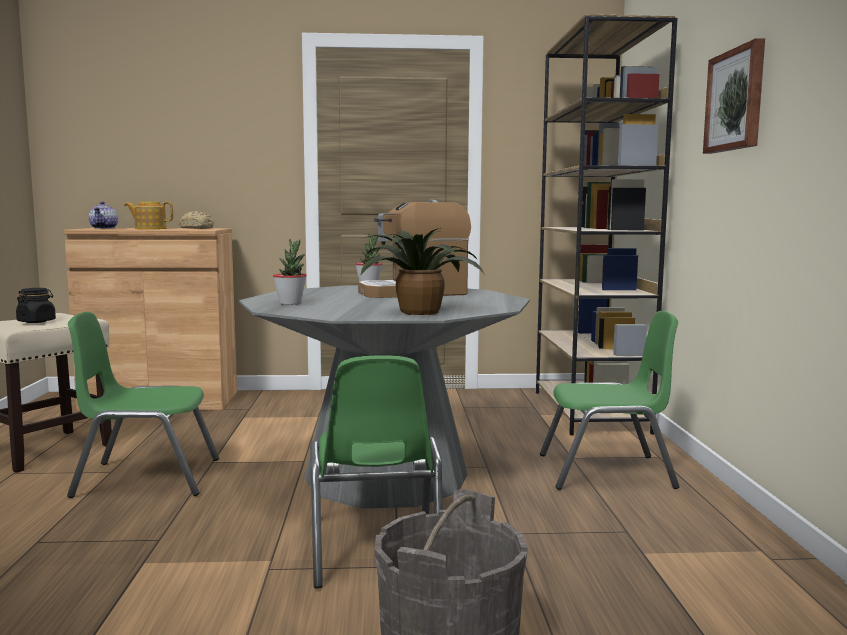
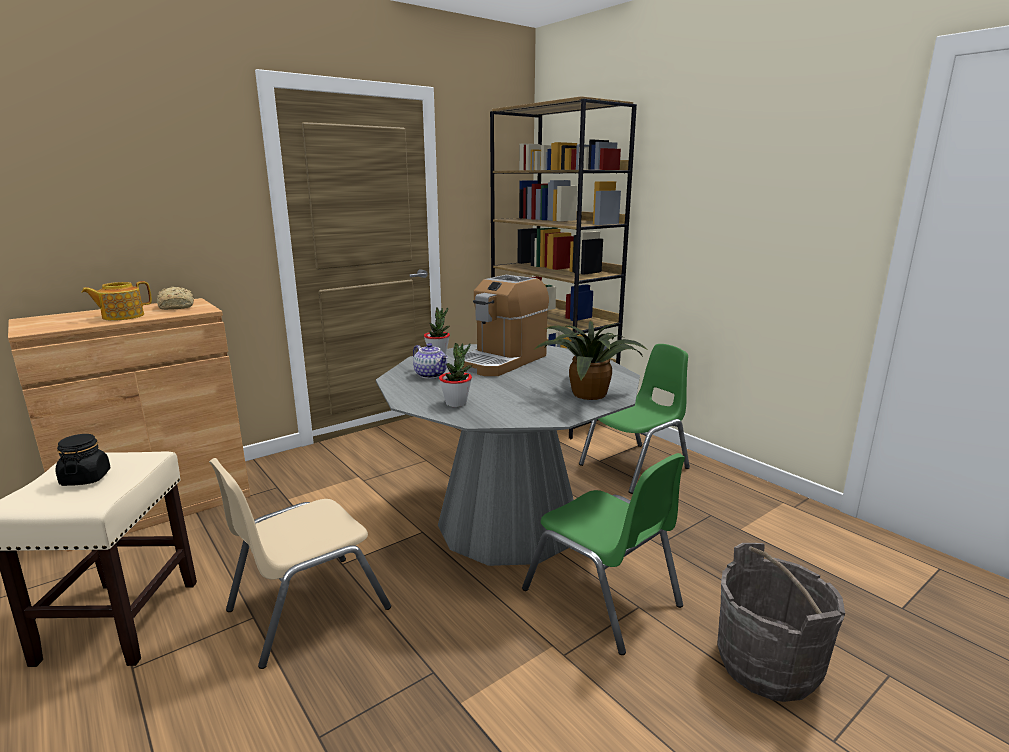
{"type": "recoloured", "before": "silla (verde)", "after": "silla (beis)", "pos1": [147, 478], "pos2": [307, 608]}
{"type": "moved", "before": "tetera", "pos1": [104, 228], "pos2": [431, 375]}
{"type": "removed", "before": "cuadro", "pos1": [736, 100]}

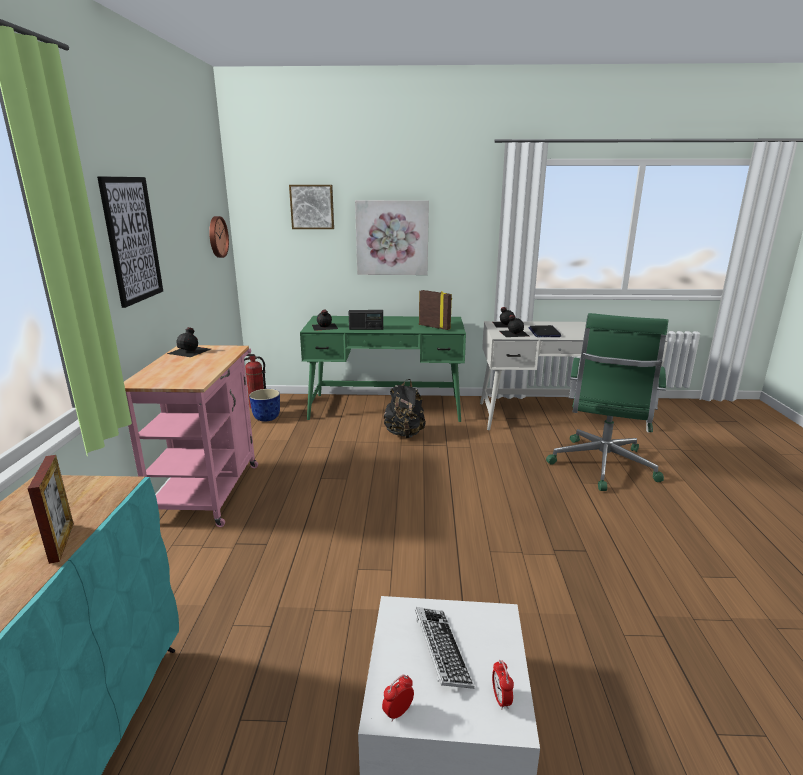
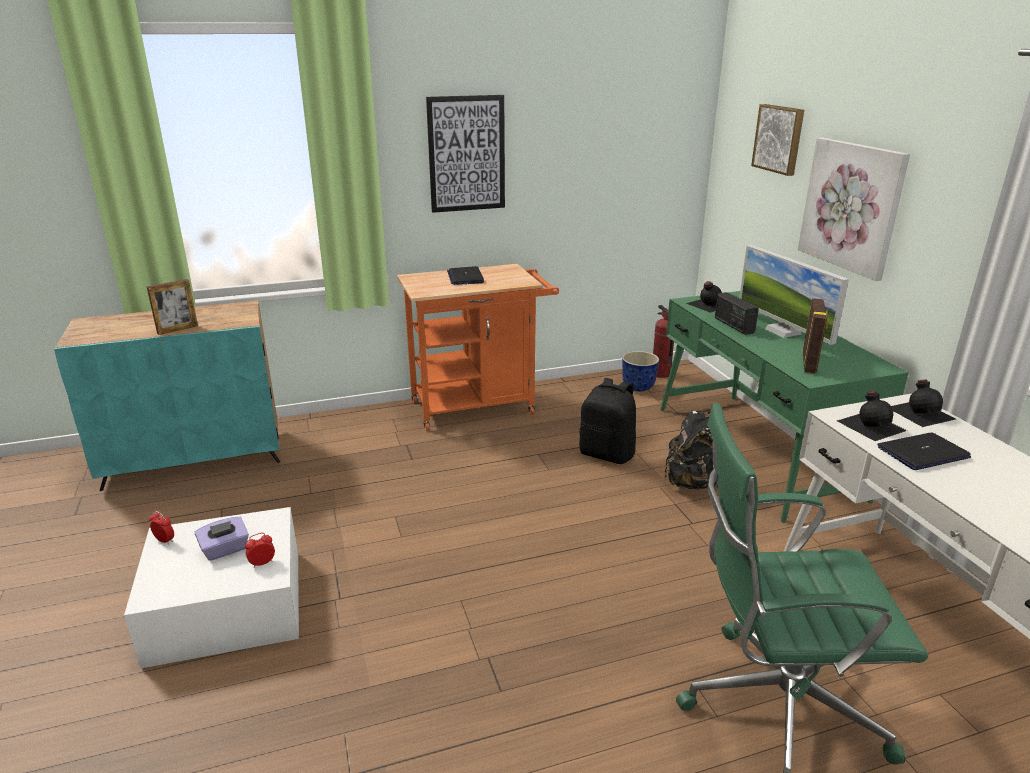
{"type": "recoloured", "before": "carrito (rosa)", "after": "carrito (naranja)", "pos1": [210, 489], "pos2": [480, 406]}
{"type": "removed", "before": "botella (negro)", "pos1": [190, 351]}
{"type": "removed", "before": "reloj de pared", "pos1": [217, 237]}
{"type": "replaced", "before": "teclado", "after": "caja de pañuelos (morado)", "pos1": [441, 651], "pos2": [225, 550]}
{"type": "moved", "before": "despertador", "pos1": [501, 699], "pos2": [262, 563]}
{"type": "added", "after": "portátil", "pos2": [465, 277]}
{"type": "added", "after": "mochila (negro)", "pos2": [607, 454]}
{"type": "added", "after": "monitor", "pos2": [783, 331]}

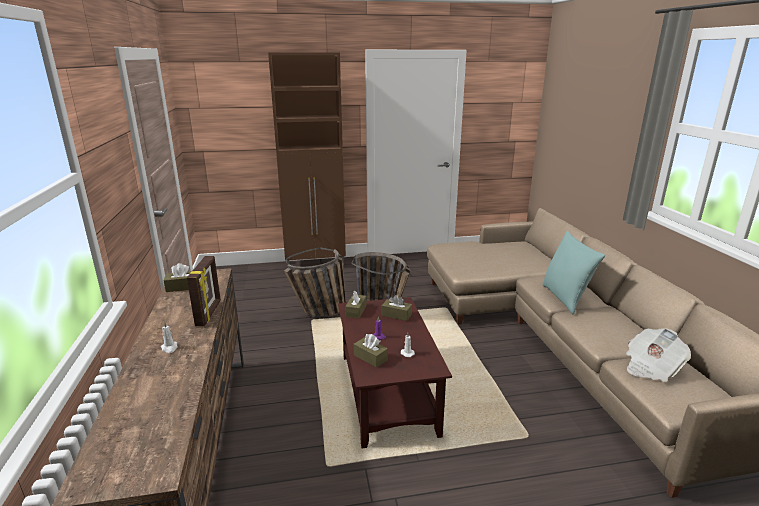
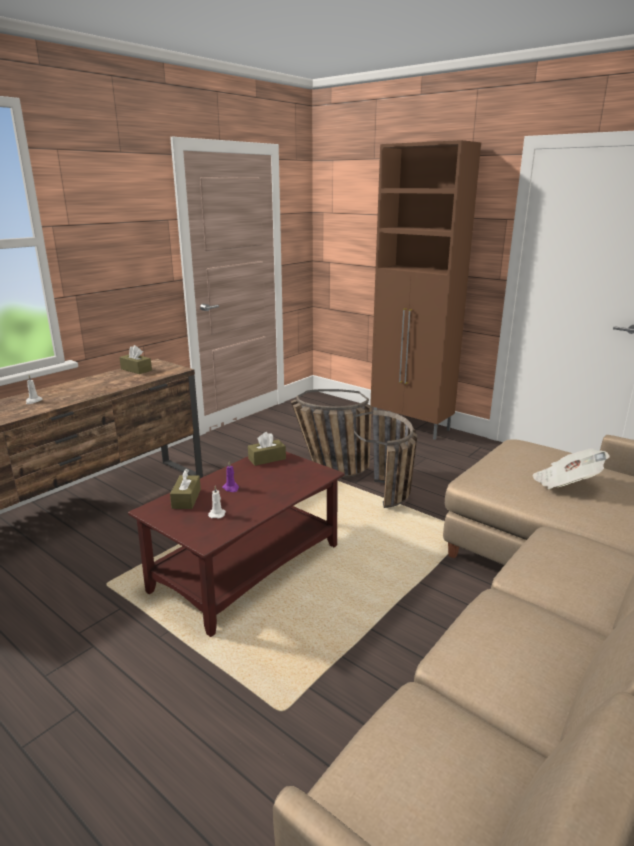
{"type": "removed", "before": "portarretratos", "pos1": [209, 313]}
{"type": "removed", "before": "caja de pañuelos (marrón)", "pos1": [396, 315]}
{"type": "removed", "before": "cojín (turquesa)", "pos1": [565, 298]}
{"type": "moved", "before": "periódico", "pos1": [651, 367], "pos2": [566, 483]}

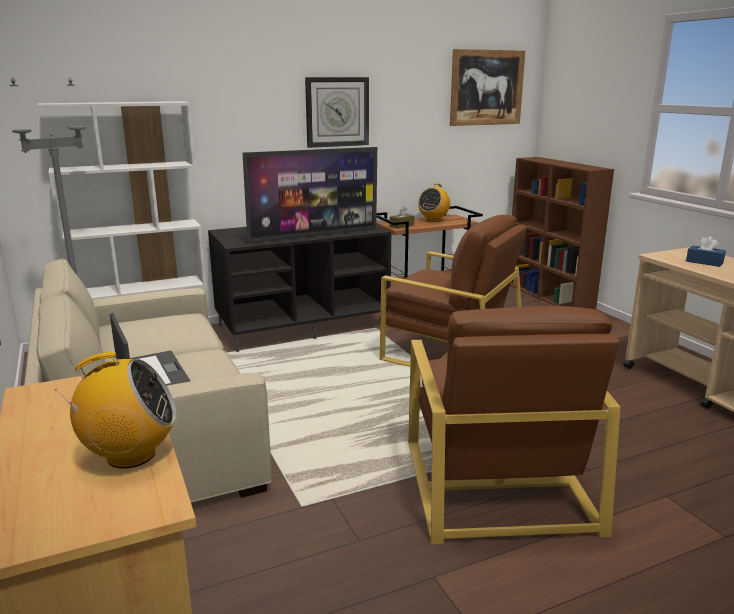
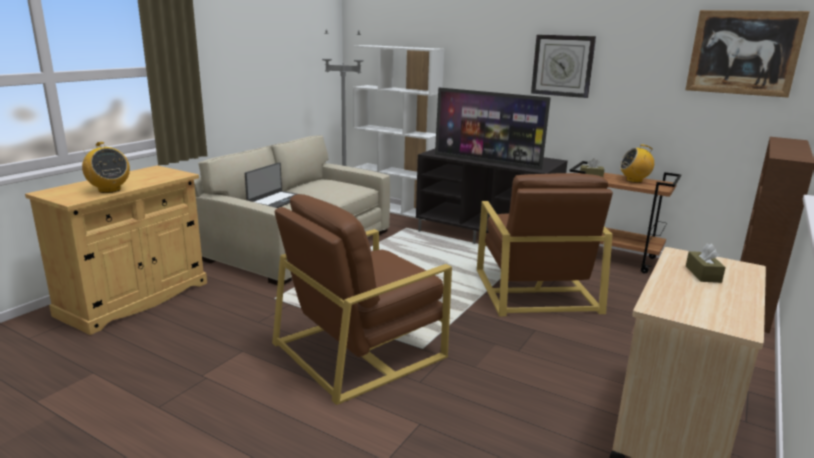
{"type": "recoloured", "before": "caja de pañuelos (azul)", "after": "caja de pañuelos (marrón)", "pos1": [704, 262], "pos2": [703, 274]}

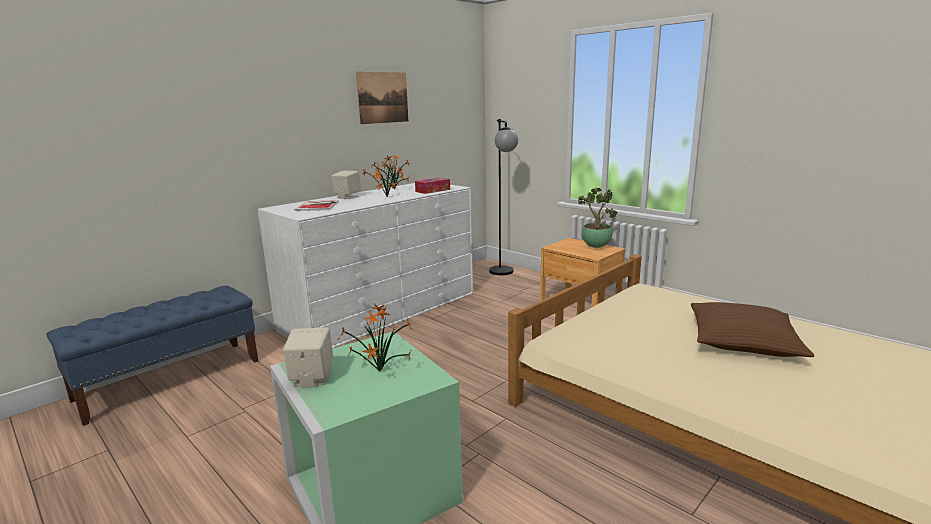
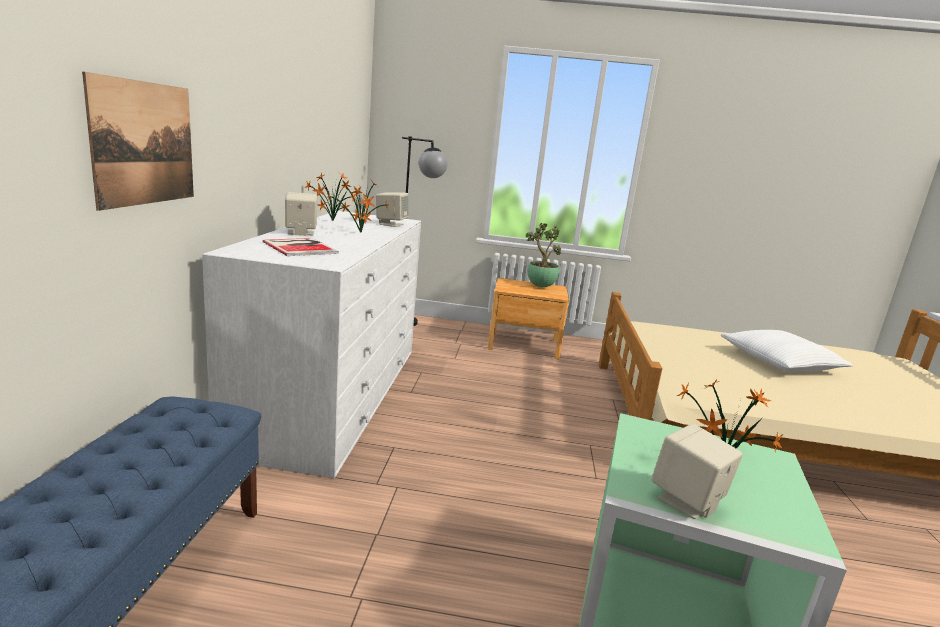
{"type": "moved", "before": "cuadro", "pos1": [383, 97], "pos2": [145, 143]}
{"type": "replaced", "before": "caja de pañuelos", "after": "altavoz (beis)", "pos1": [432, 190], "pos2": [391, 224]}
{"type": "recoloured", "before": "cojín (marrón)", "after": "cojín (blanco)", "pos1": [743, 341], "pos2": [780, 362]}

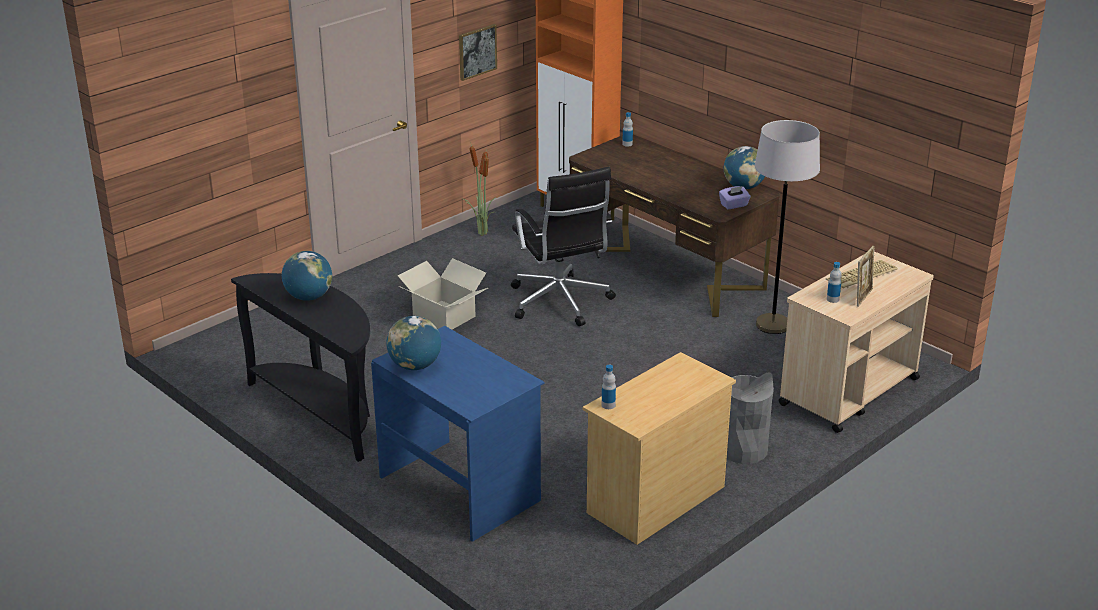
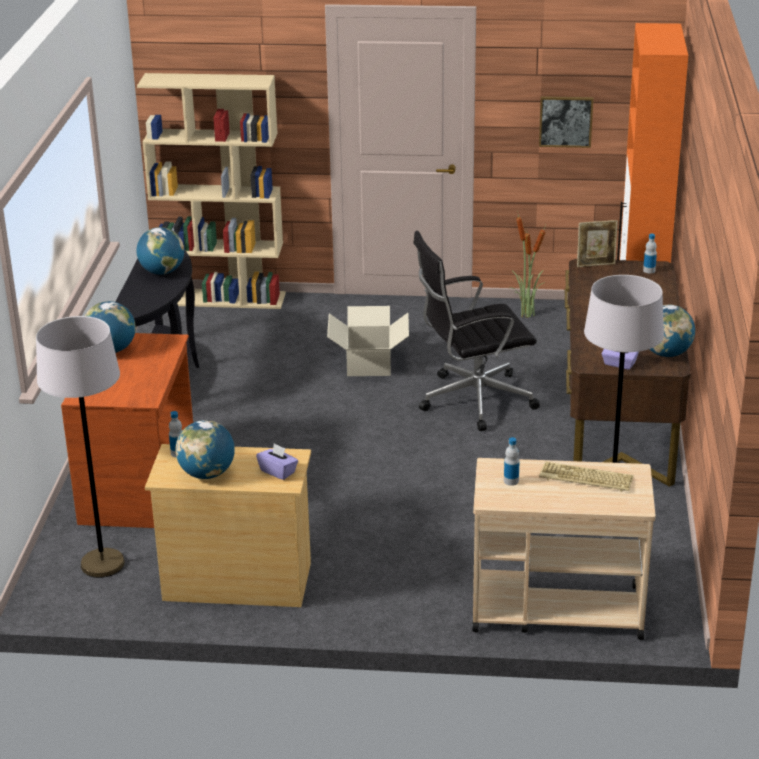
{"type": "recoloured", "before": "escritorio (azul)", "after": "escritorio (marrón)", "pos1": [461, 488], "pos2": [140, 487]}
{"type": "turned", "before": "silla de oficina (negro)", "pos1": [560, 303], "pos2": [473, 400], "turn": 45}
{"type": "removed", "before": "papelera (gris)", "pos1": [743, 449]}
{"type": "moved", "before": "portarretratos", "pos1": [863, 297], "pos2": [596, 264]}
{"type": "added", "after": "lámpara de pie (gris)", "pos2": [102, 564]}
{"type": "added", "after": "estantería (beis)", "pos2": [223, 299]}
{"type": "added", "after": "globo terráqueo", "pos2": [207, 474]}
{"type": "added", "after": "caja de pañuelos (morado)", "pos2": [278, 471]}

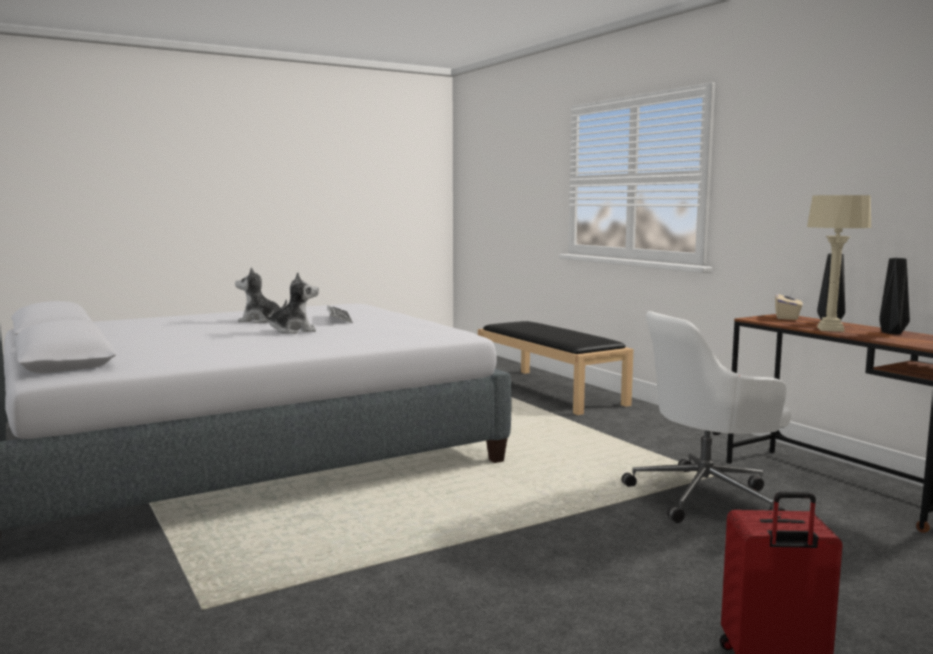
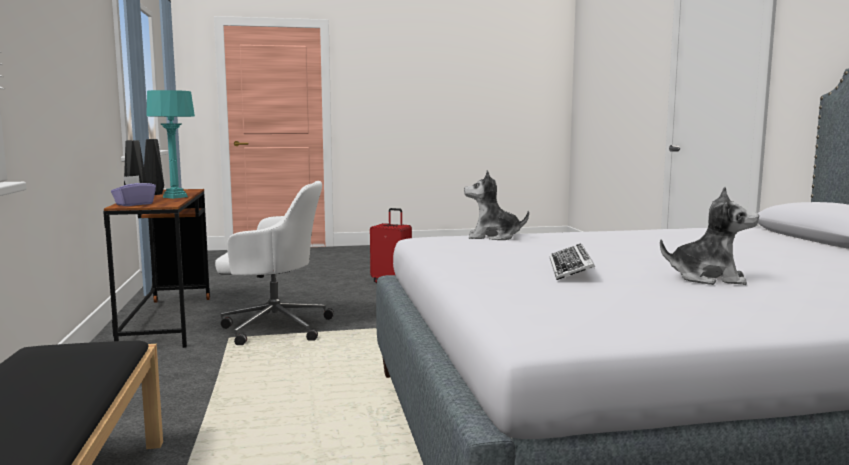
{"type": "moved", "before": "peluche", "pos1": [294, 331], "pos2": [493, 237]}
{"type": "recoloured", "before": "caja de pañuelos (beis)", "after": "caja de pañuelos (morado)", "pos1": [787, 317], "pos2": [134, 204]}
{"type": "recoloured", "before": "lámpara de mesa (beis)", "after": "lámpara de mesa (turquesa)", "pos1": [830, 329], "pos2": [175, 197]}

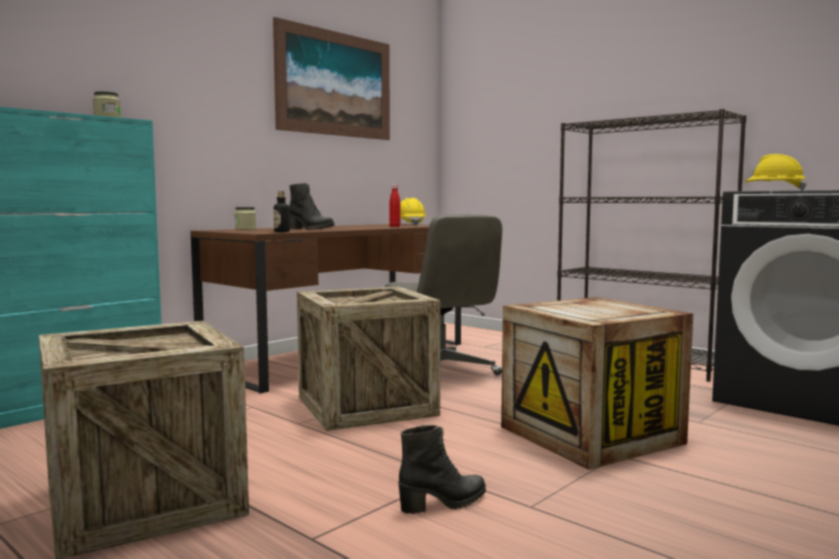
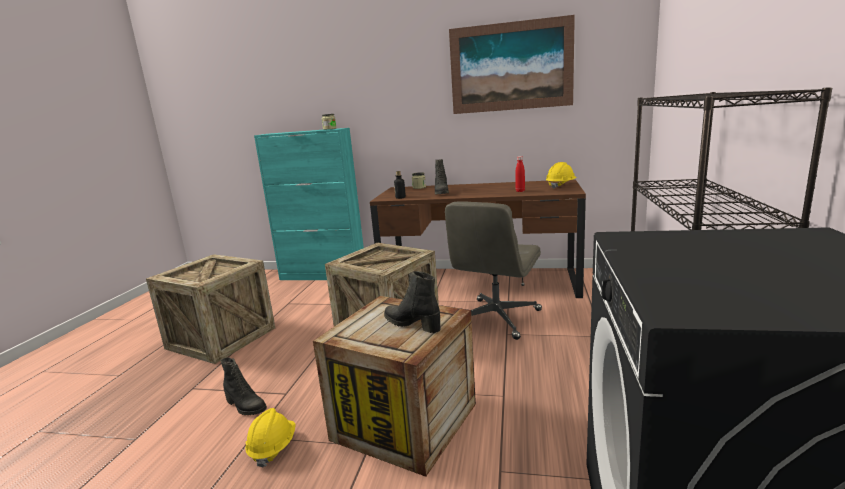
{"type": "moved", "before": "casco (amarillo)", "pos1": [773, 191], "pos2": [272, 447]}
{"type": "added", "after": "bota (negro)", "pos2": [412, 324]}

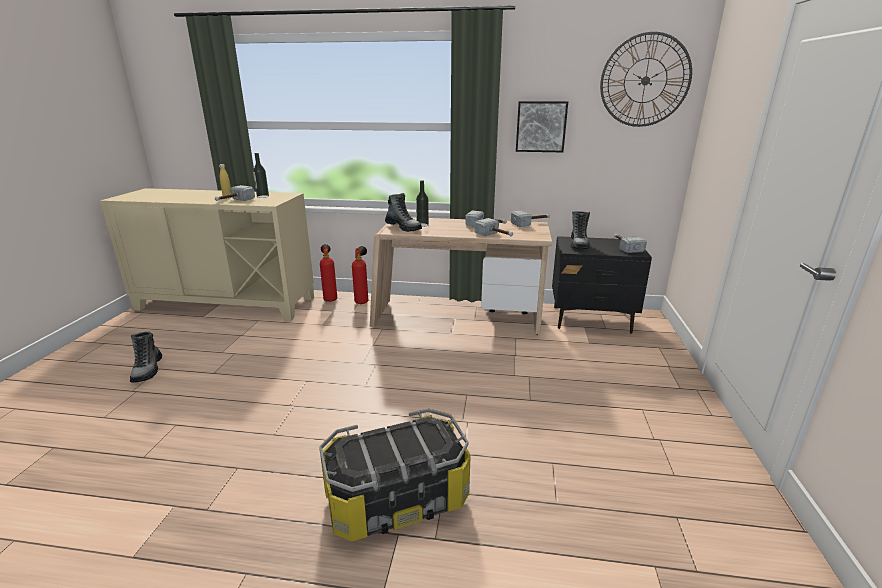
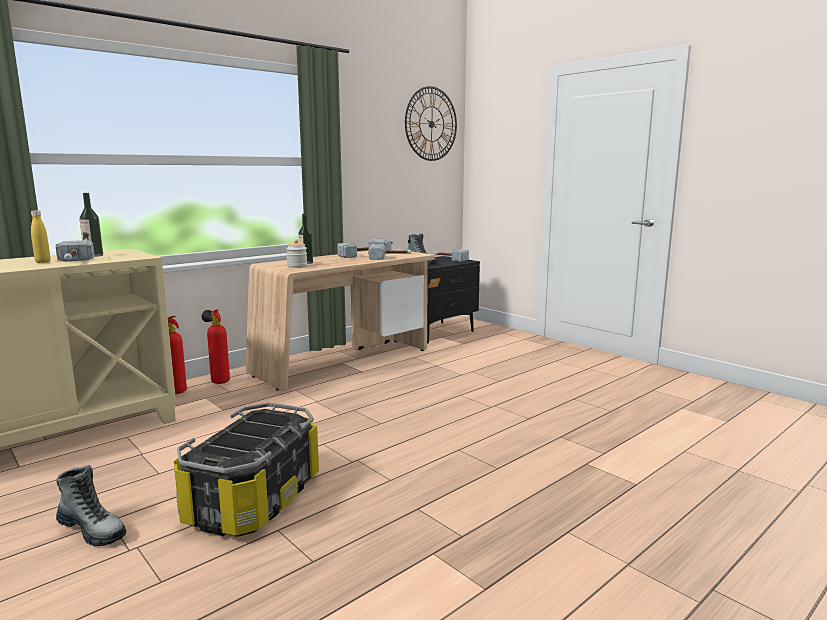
{"type": "moved", "before": "caja de almacenaje", "pos1": [396, 498], "pos2": [253, 499]}
{"type": "replaced", "before": "bota", "after": "tarro", "pos1": [403, 227], "pos2": [297, 266]}
{"type": "removed", "before": "cuadro", "pos1": [541, 126]}

